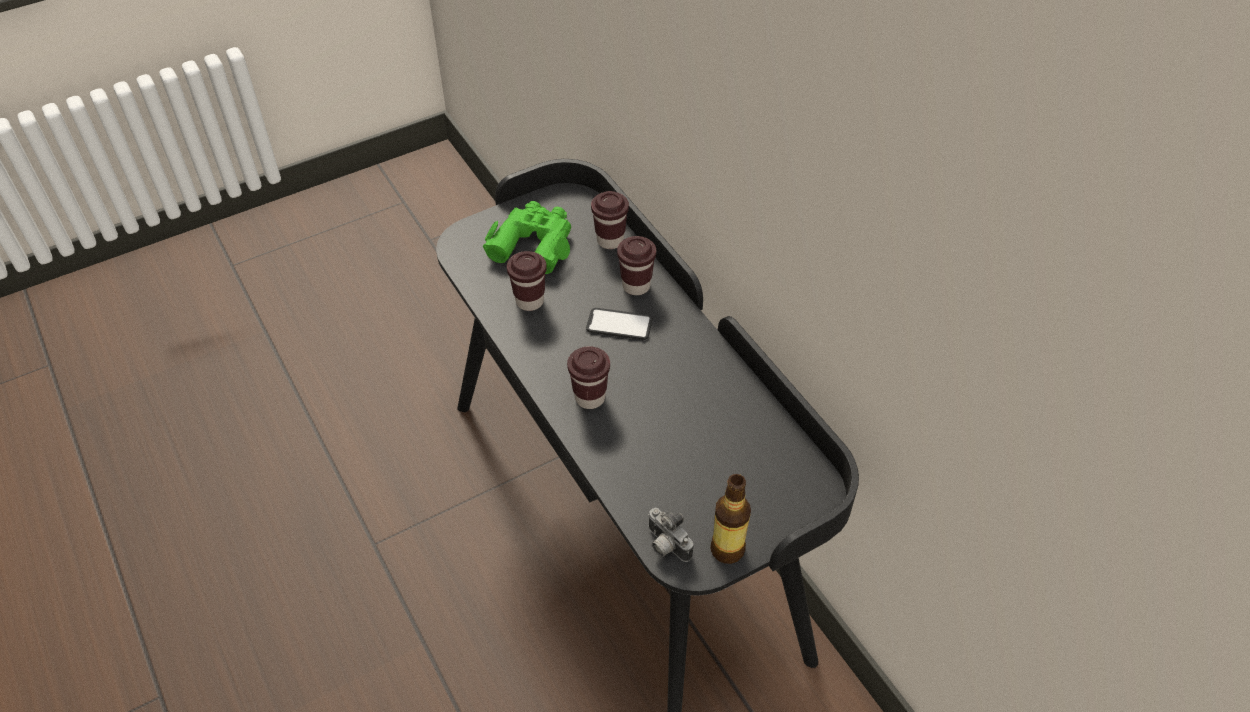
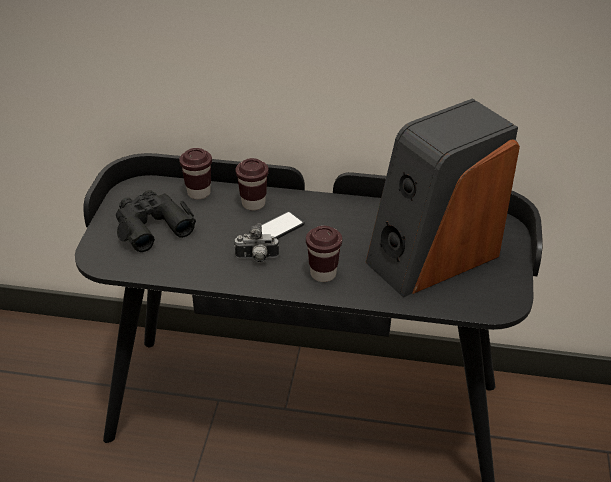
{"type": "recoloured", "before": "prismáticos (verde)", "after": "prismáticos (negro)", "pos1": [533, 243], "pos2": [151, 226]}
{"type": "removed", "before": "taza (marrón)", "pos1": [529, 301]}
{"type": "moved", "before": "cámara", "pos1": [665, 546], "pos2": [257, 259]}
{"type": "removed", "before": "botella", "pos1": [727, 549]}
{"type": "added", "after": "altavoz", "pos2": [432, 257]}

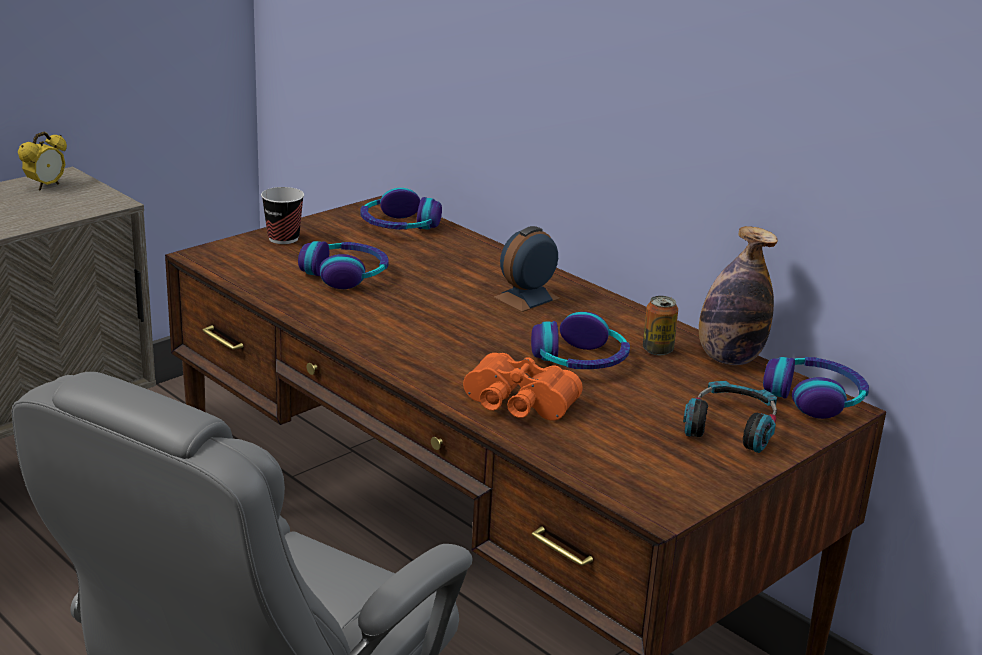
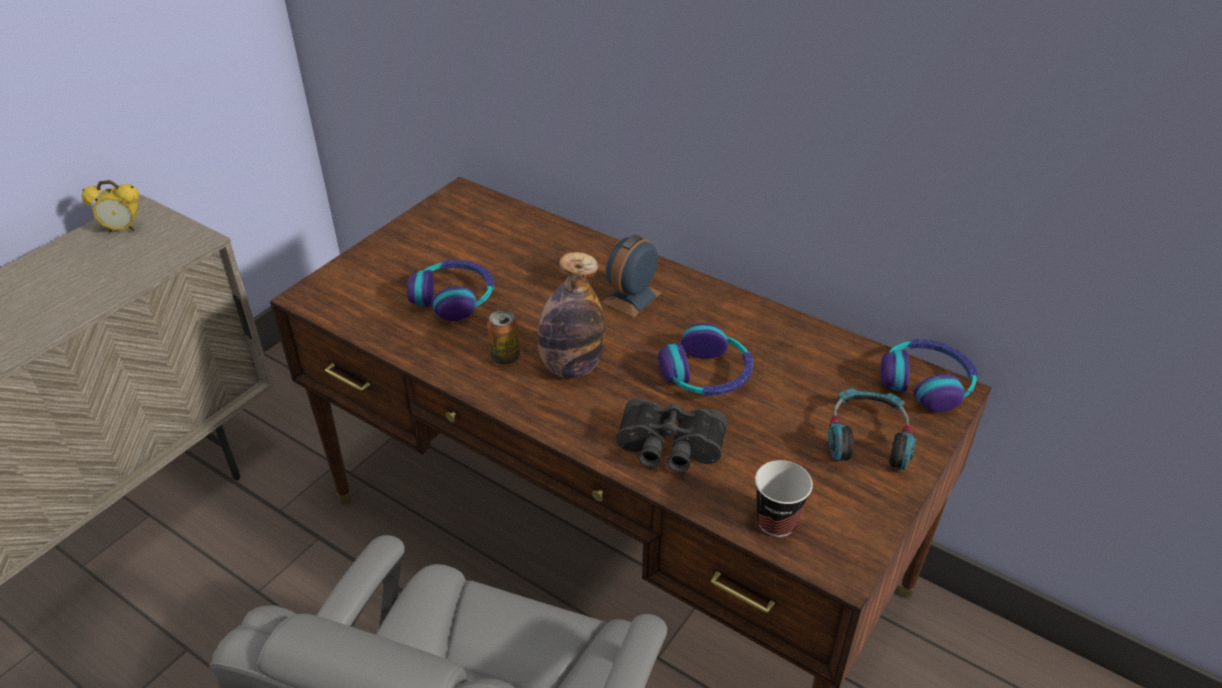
{"type": "turned", "before": "despertador", "pos1": [46, 186], "pos2": [123, 229], "turn": 60}
{"type": "moved", "before": "taza", "pos1": [283, 238], "pos2": [776, 522]}
{"type": "removed", "before": "auriculares", "pos1": [399, 226]}
{"type": "recoloured", "before": "prismáticos (naranja)", "after": "prismáticos (negro)", "pos1": [517, 405], "pos2": [669, 449]}
{"type": "moved", "before": "lata", "pos1": [657, 350], "pos2": [505, 357]}
{"type": "moved", "before": "botella", "pos1": [729, 359], "pos2": [571, 367]}

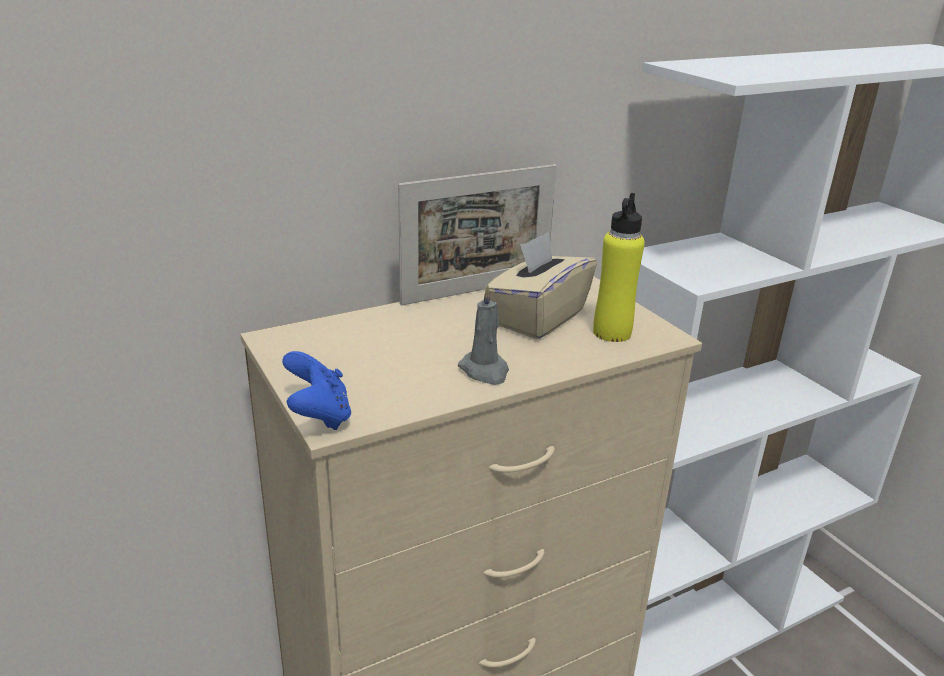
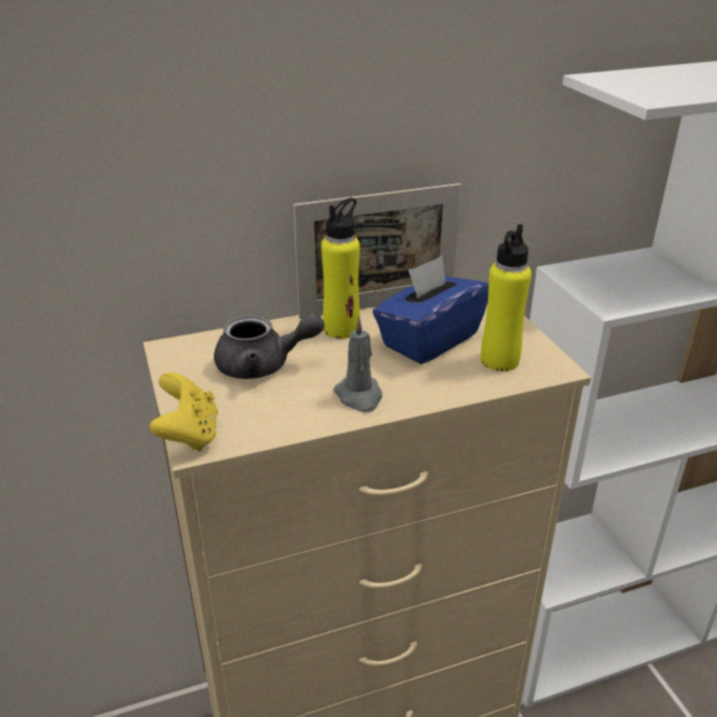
{"type": "recoloured", "before": "mando de consola (azul)", "after": "mando de consola (amarillo)", "pos1": [319, 416], "pos2": [189, 435]}
{"type": "recoloured", "before": "caja de pañuelos (beis)", "after": "caja de pañuelos (azul)", "pos1": [537, 318], "pos2": [429, 340]}
{"type": "added", "after": "tetera (gris)", "pos2": [263, 365]}
{"type": "added", "after": "botella (amarillo)", "pos2": [341, 329]}

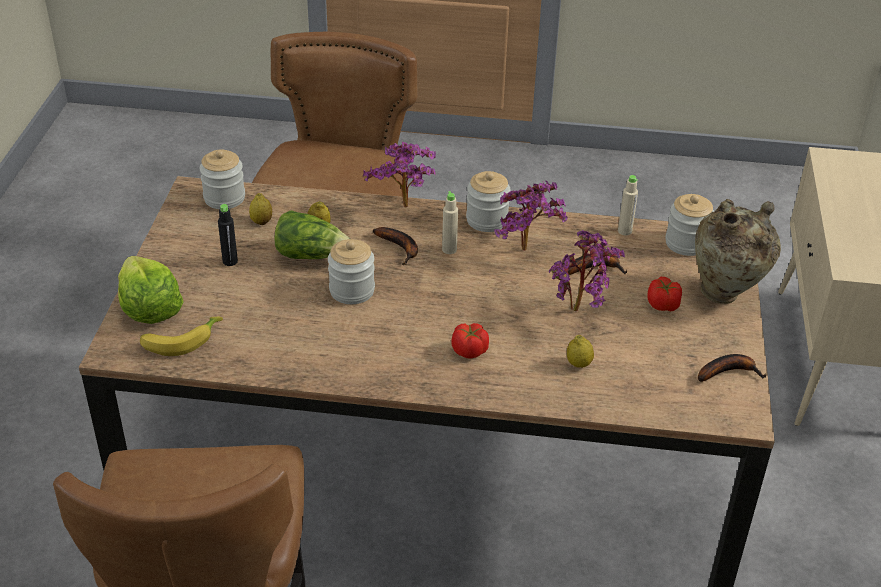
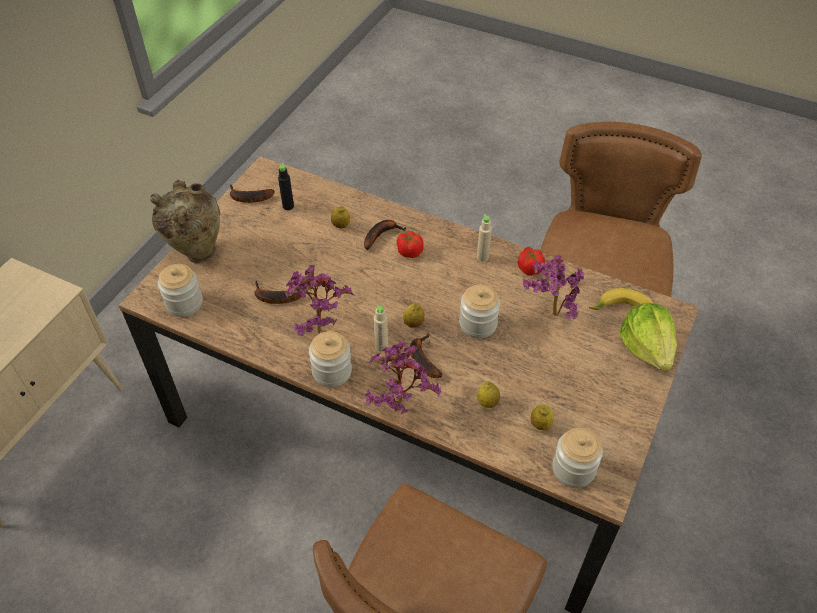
{"type": "moved", "before": "botella (negro)", "pos1": [230, 261], "pos2": [288, 206]}
{"type": "removed", "before": "lechuga", "pos1": [311, 255]}
{"type": "moved", "before": "planta en maceta", "pos1": [581, 310], "pos2": [549, 313]}
{"type": "moved", "before": "botella (beis)", "pos1": [624, 231], "pos2": [482, 257]}
{"type": "moved", "before": "tomate", "pos1": [663, 305], "pos2": [530, 268]}
{"type": "added", "after": "plátano", "pos2": [381, 235]}
{"type": "added", "after": "limón", "pos2": [413, 323]}

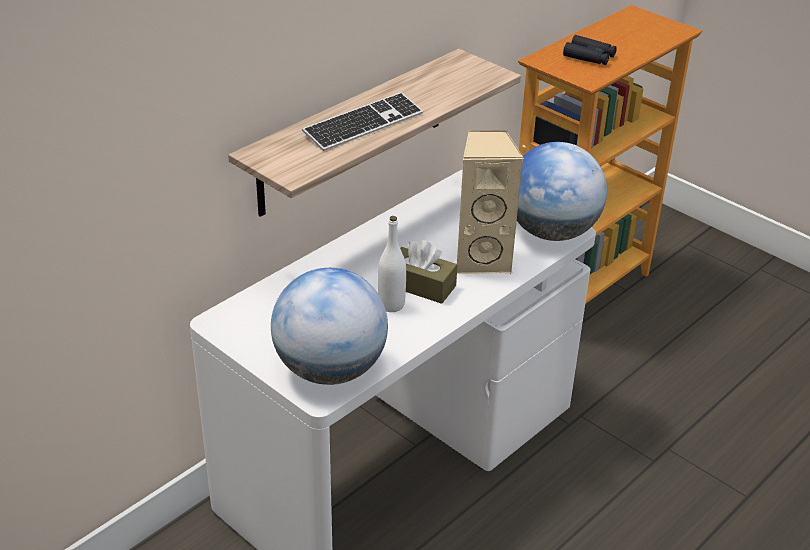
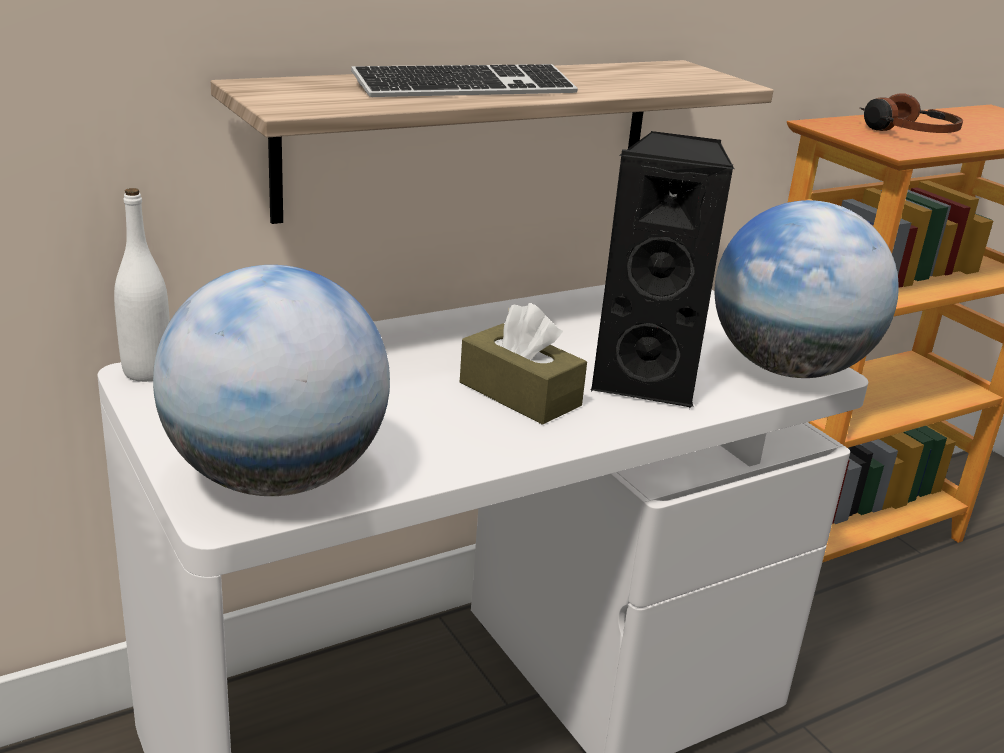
{"type": "moved", "before": "botella (blanco)", "pos1": [391, 305], "pos2": [147, 372]}
{"type": "recoloured", "before": "altavoz (beis)", "after": "altavoz (negro)", "pos1": [482, 259], "pos2": [647, 381]}
{"type": "replaced", "before": "prismáticos (negro)", "after": "auriculares", "pos1": [589, 56], "pos2": [907, 132]}

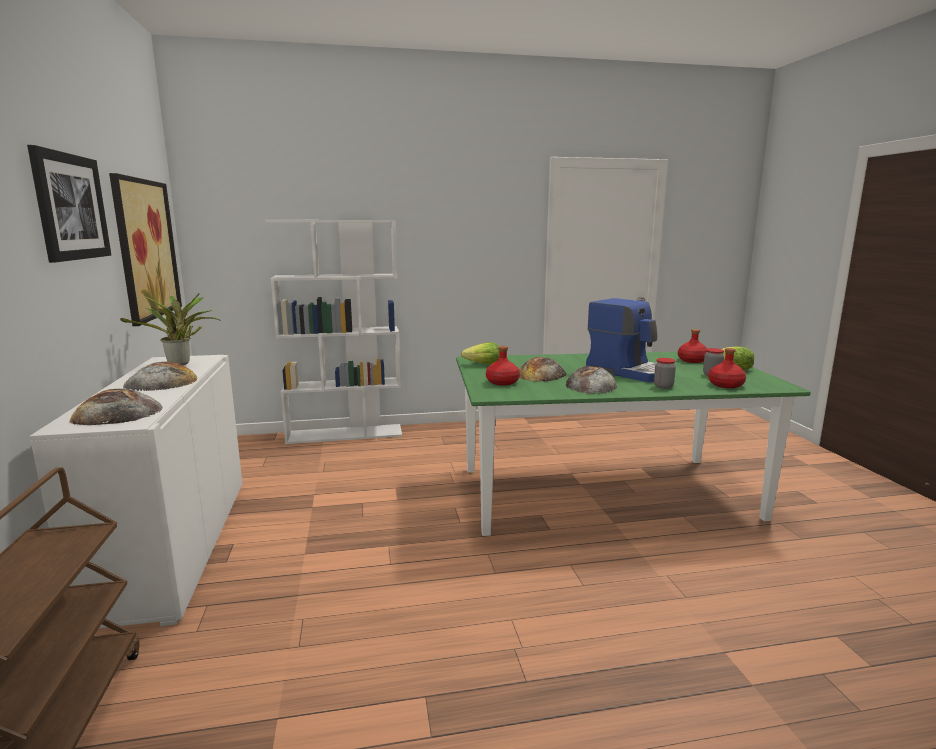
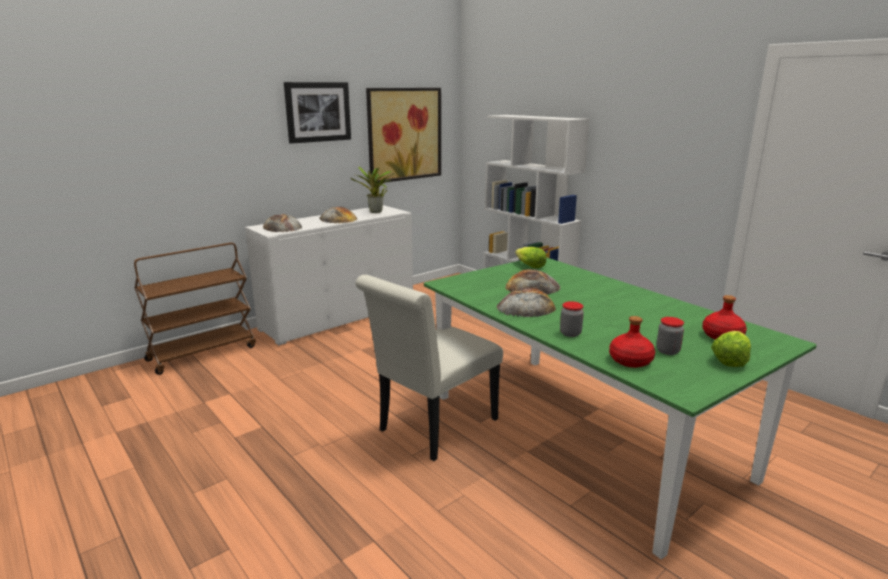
{"type": "removed", "before": "botella (rojo)", "pos1": [502, 382]}
{"type": "removed", "before": "cafetera", "pos1": [629, 371]}
{"type": "added", "after": "silla (blanco)", "pos2": [433, 428]}

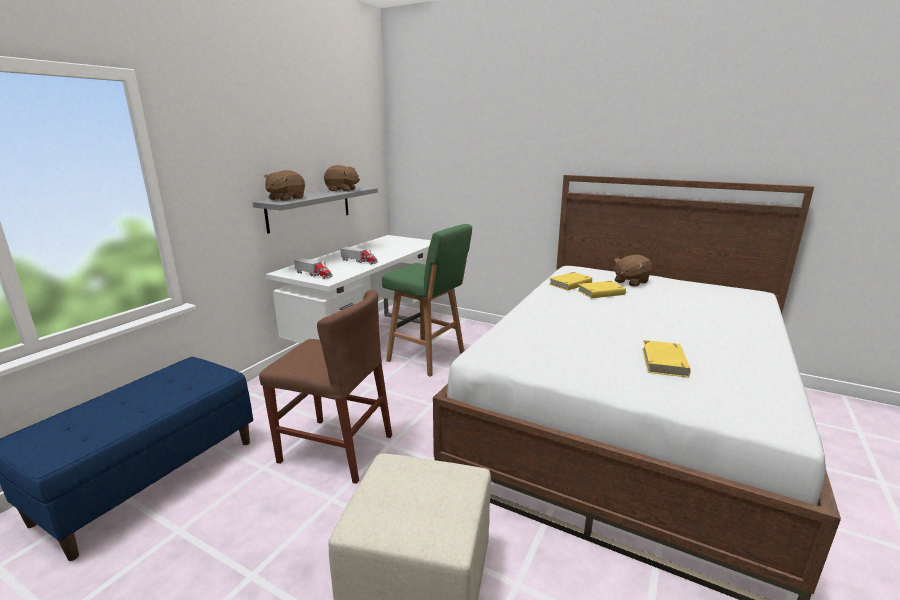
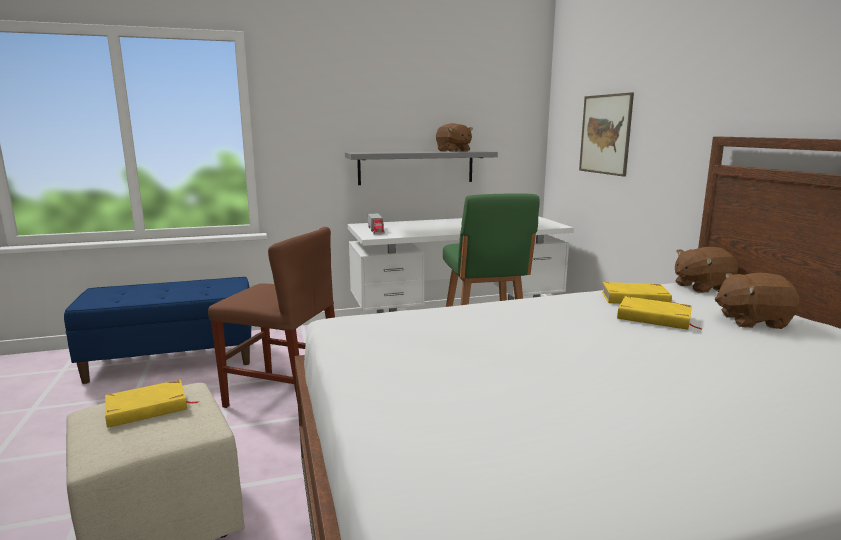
{"type": "turned", "before": "silla (marrón)", "pos1": [336, 449], "pos2": [284, 396], "turn": -45}
{"type": "moved", "before": "peluche (marrón)", "pos1": [286, 199], "pos2": [701, 287]}
{"type": "removed", "before": "camión de juguete", "pos1": [359, 261]}
{"type": "moved", "before": "libro (amarillo)", "pos1": [664, 362], "pos2": [147, 408]}
{"type": "added", "after": "cuadro", "pos2": [605, 134]}

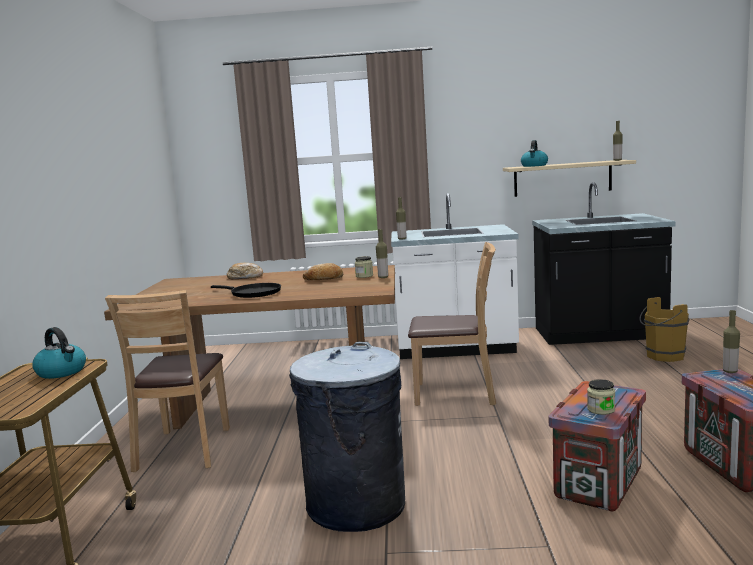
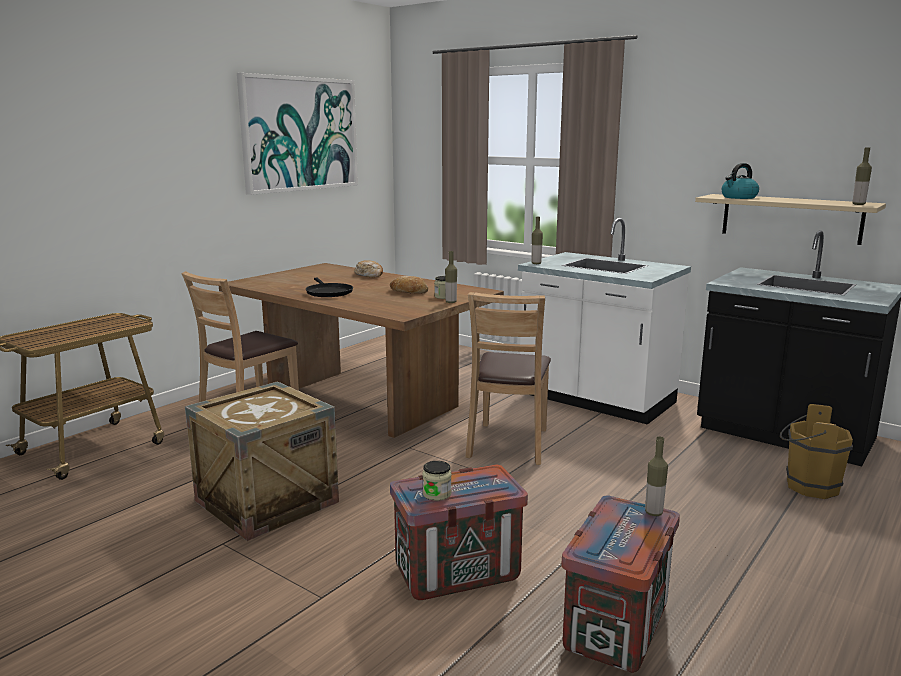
{"type": "removed", "before": "hervidor", "pos1": [62, 372]}
{"type": "replaced", "before": "papelera (gris)", "after": "caja de embalaje", "pos1": [355, 505], "pos2": [267, 501]}
{"type": "turned", "before": "silla (marrón)", "pos1": [456, 393], "pos2": [508, 444], "turn": 60}
{"type": "added", "after": "cuadro", "pos2": [300, 134]}

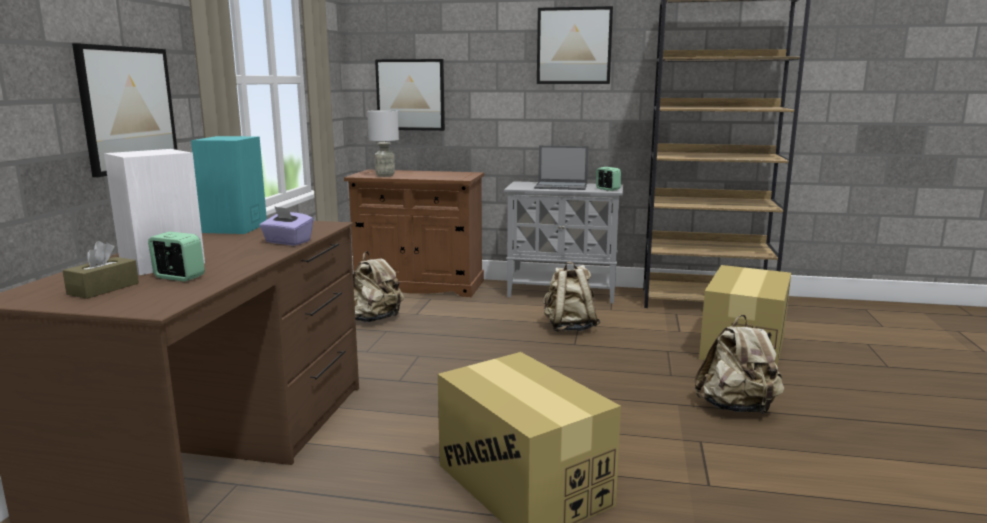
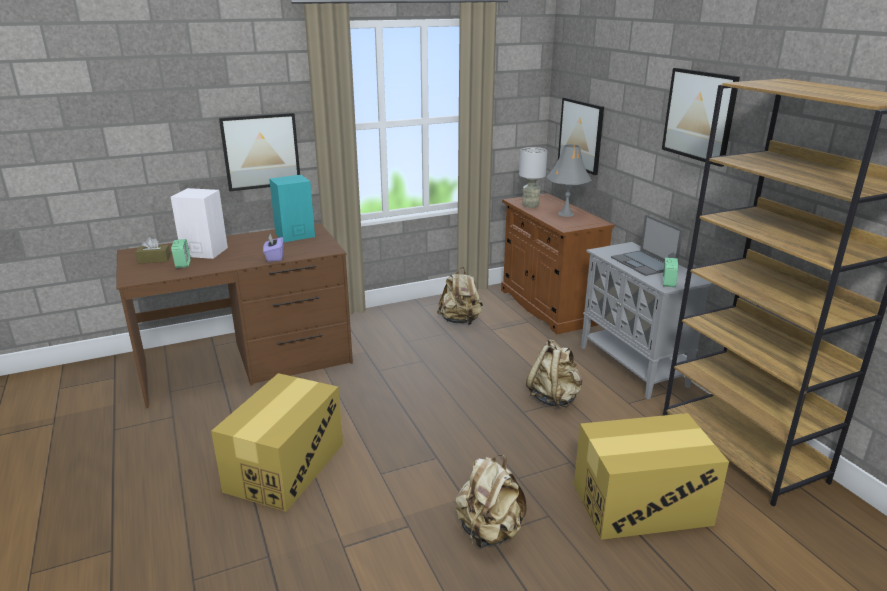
{"type": "added", "after": "lámpara de mesa (gris)", "pos2": [566, 214]}

